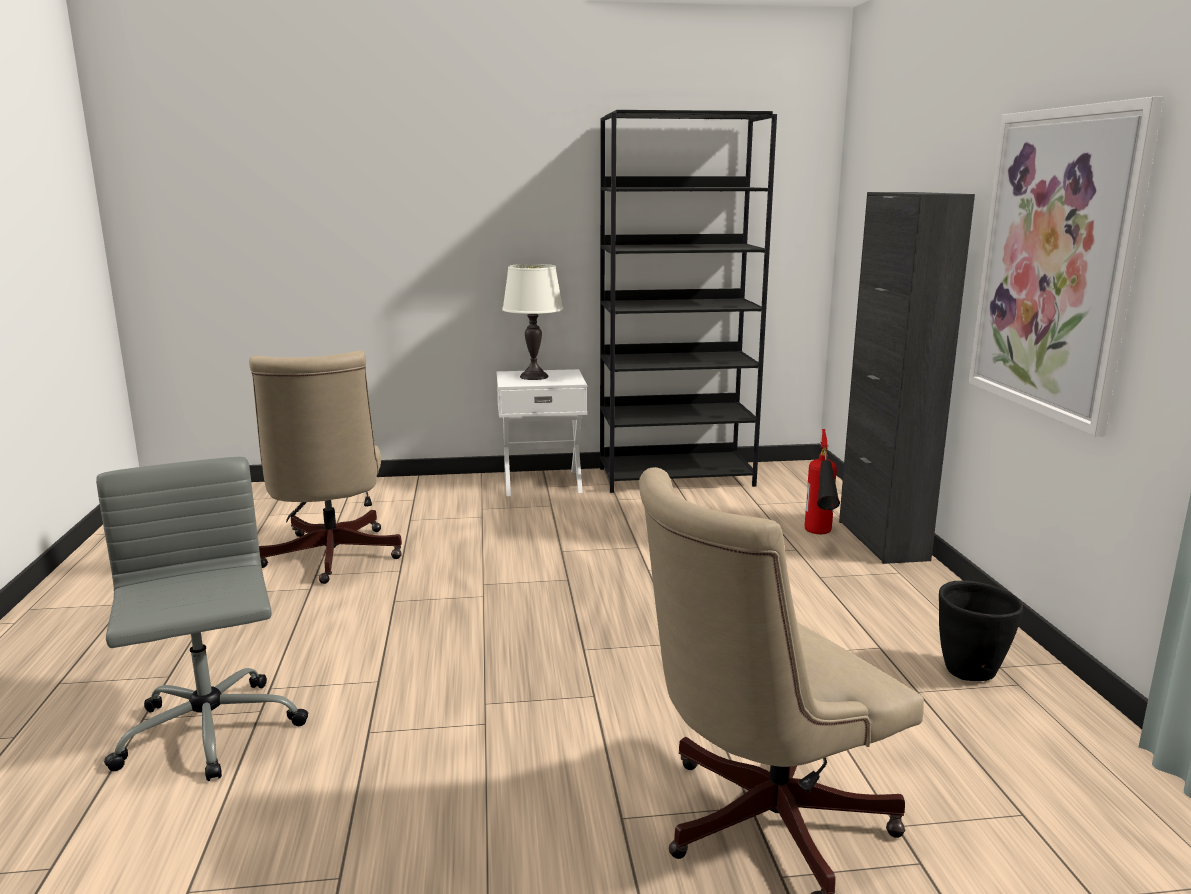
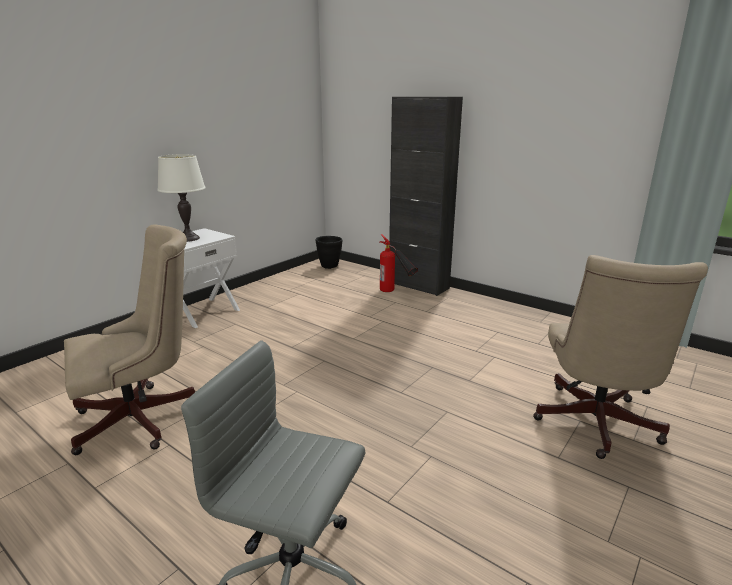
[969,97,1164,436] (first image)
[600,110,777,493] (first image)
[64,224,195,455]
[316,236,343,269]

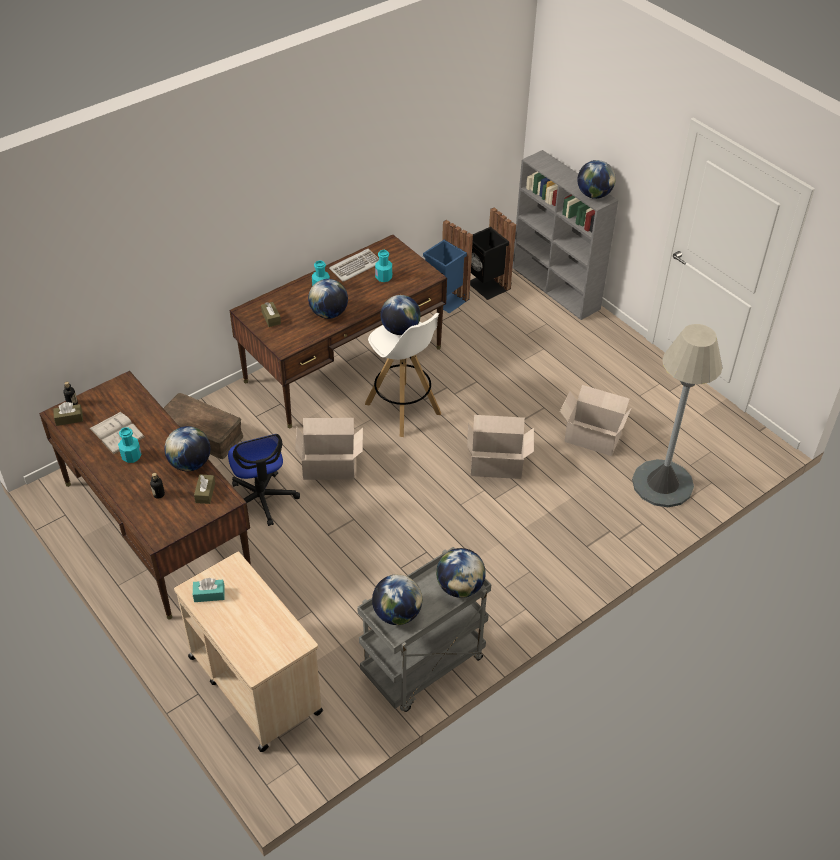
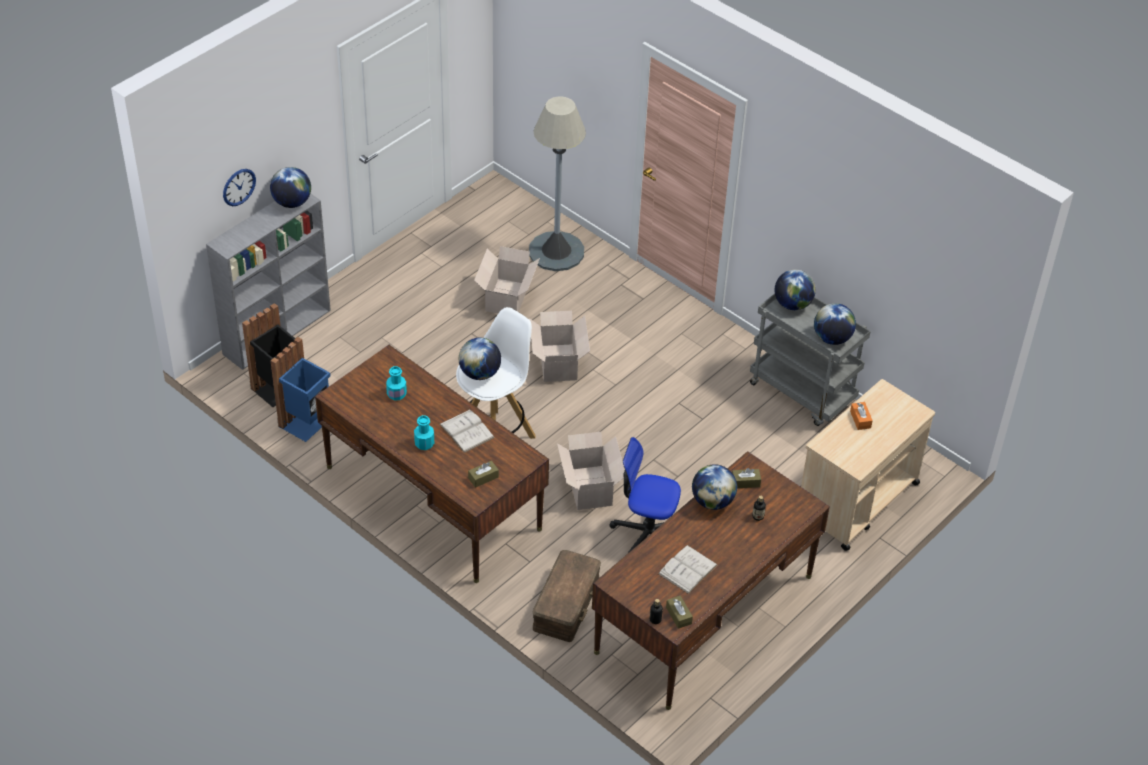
[329,249,379,282] (first image)
[439,409,495,453]
[118,427,142,463] (first image)
[609,437,681,553]
[193,578,225,602] (first image)
[223,169,256,206]
[850,402,873,430]

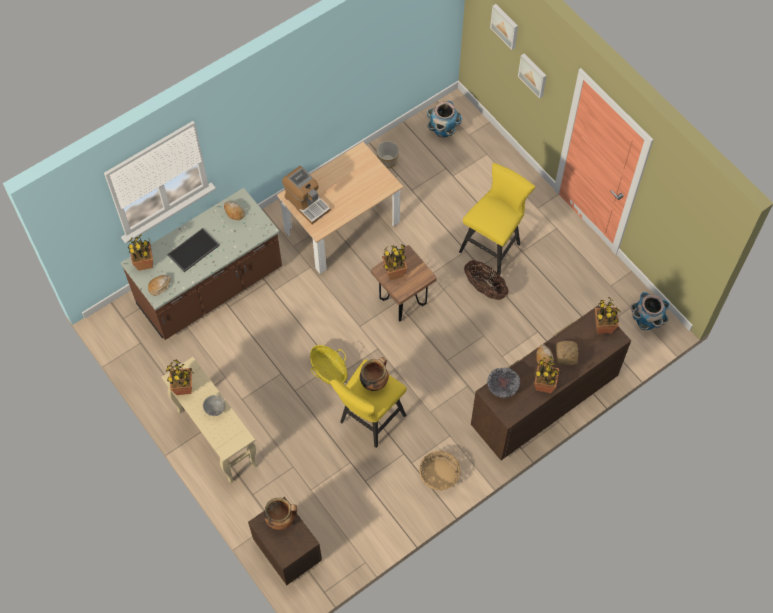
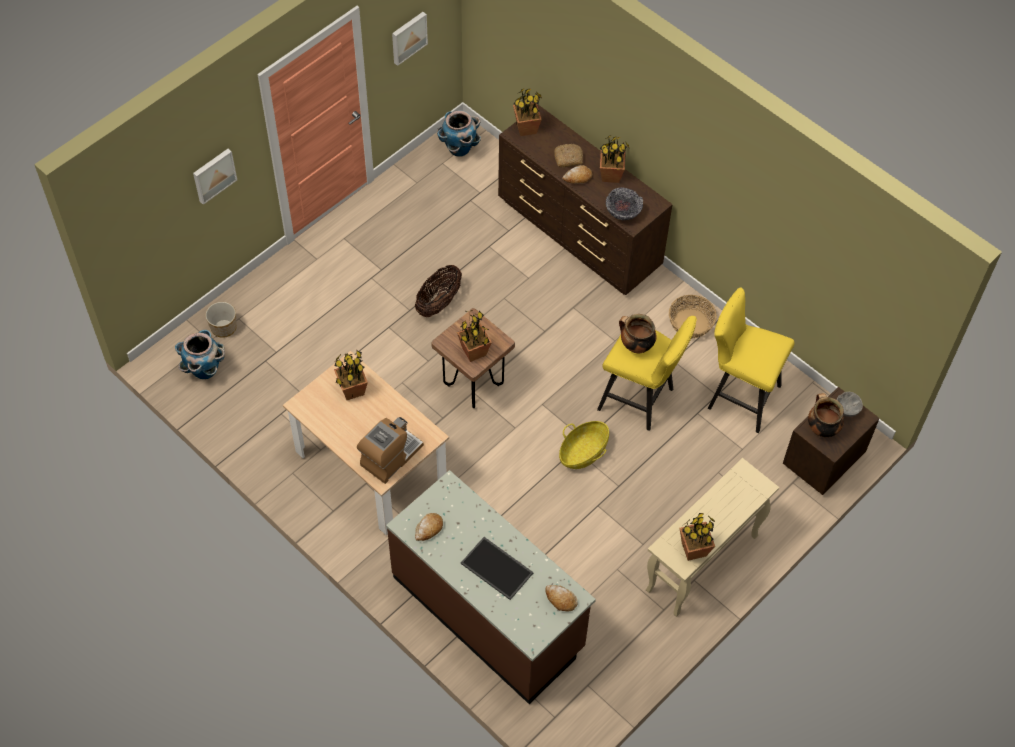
[392,12,428,66]
[205,302,237,338]
[708,287,795,433]
[334,350,368,400]
[836,392,863,417]

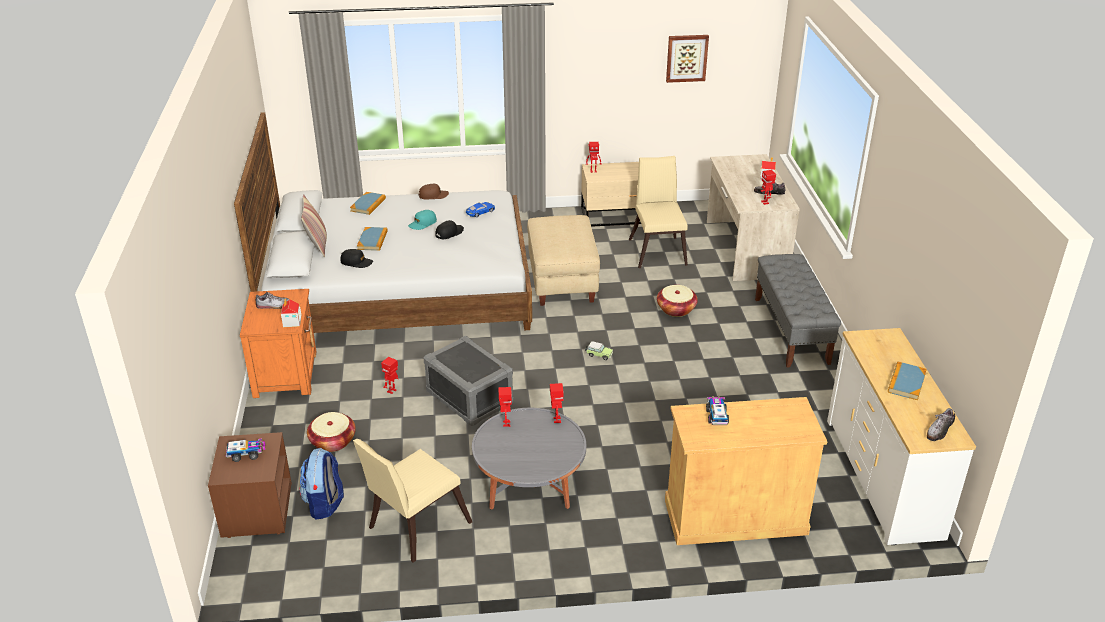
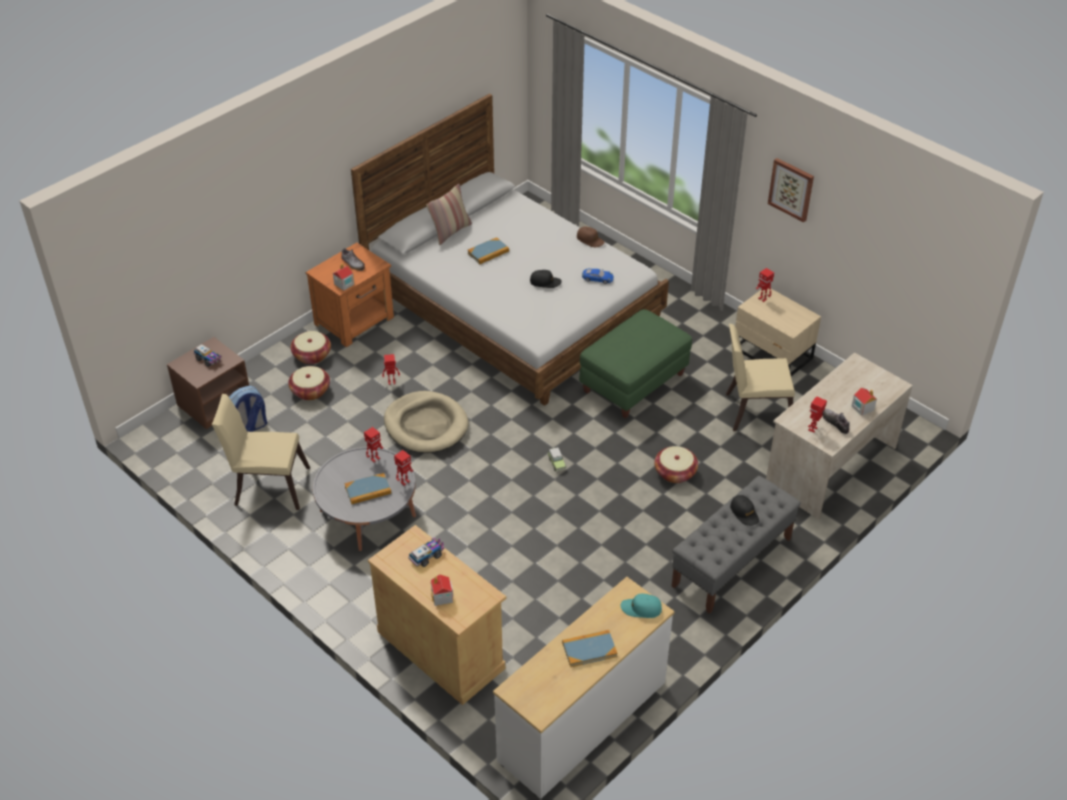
[768,158,814,222]
[726,324,795,431]
[344,473,391,504]
[621,594,662,618]
[579,309,692,419]
[730,495,759,526]
[384,391,469,453]
[927,408,955,441] (first image)
[291,331,331,364]
[431,574,453,606]

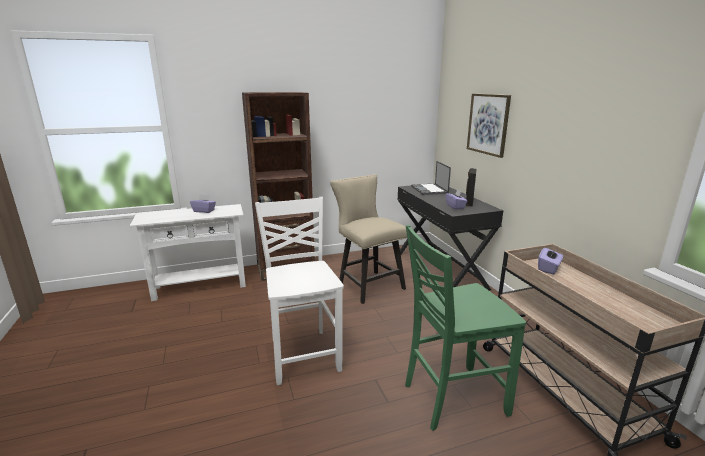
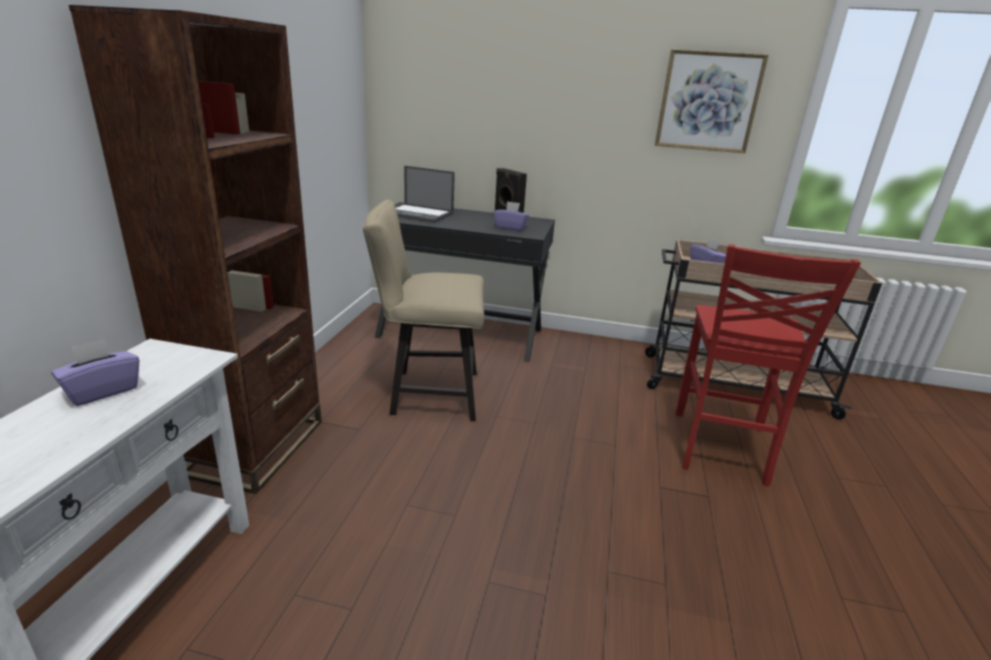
[655,49,769,153]
[255,197,344,385] (first image)
[676,244,861,486]

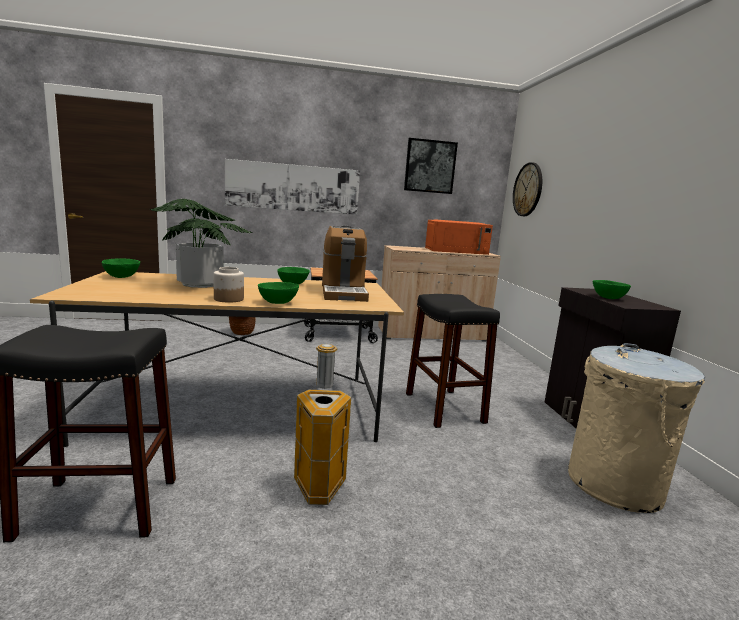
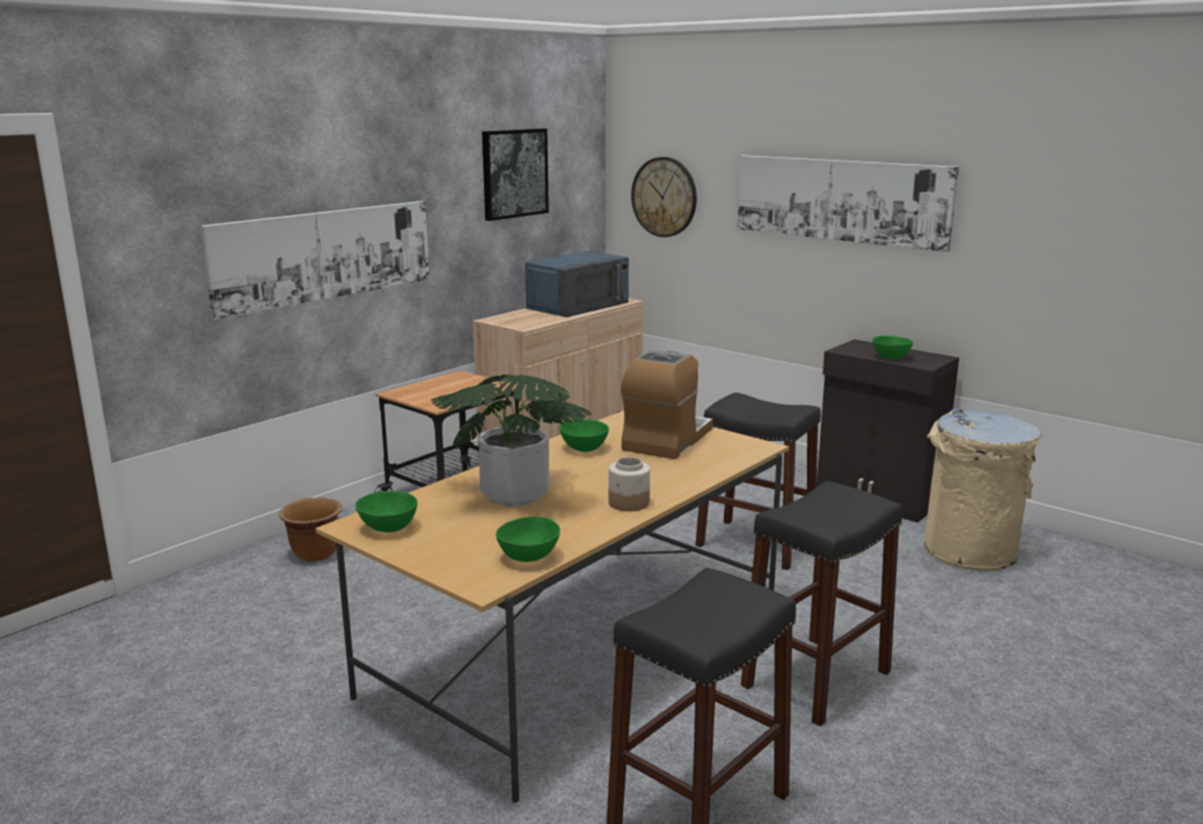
[525,251,629,317]
[621,350,713,459]
[496,517,560,562]
[741,481,902,726]
[737,155,959,252]

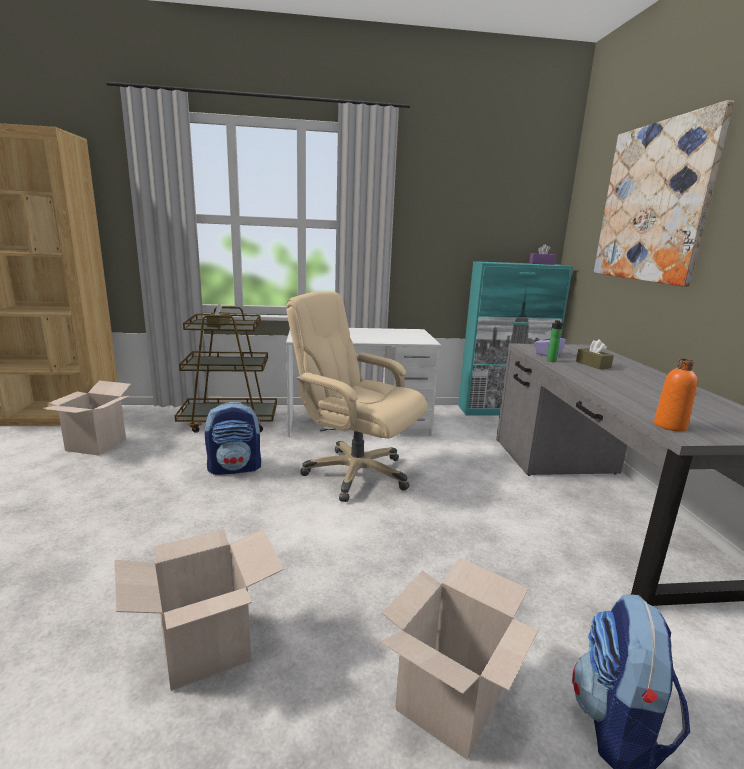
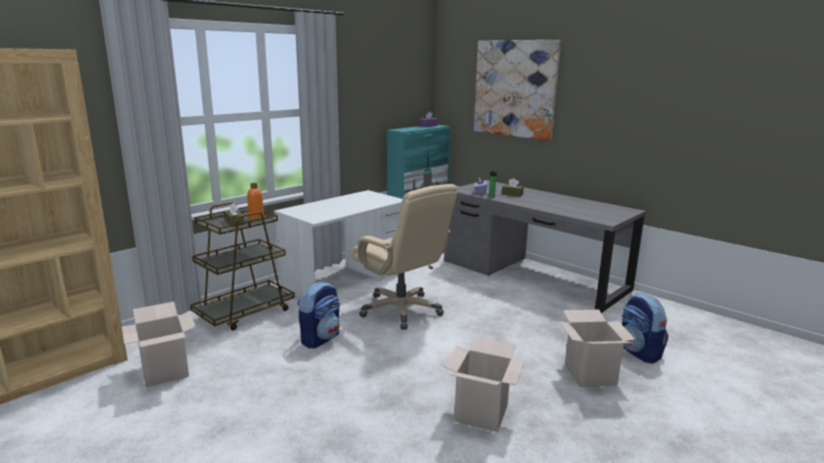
[351,184,457,330]
[247,183,264,220]

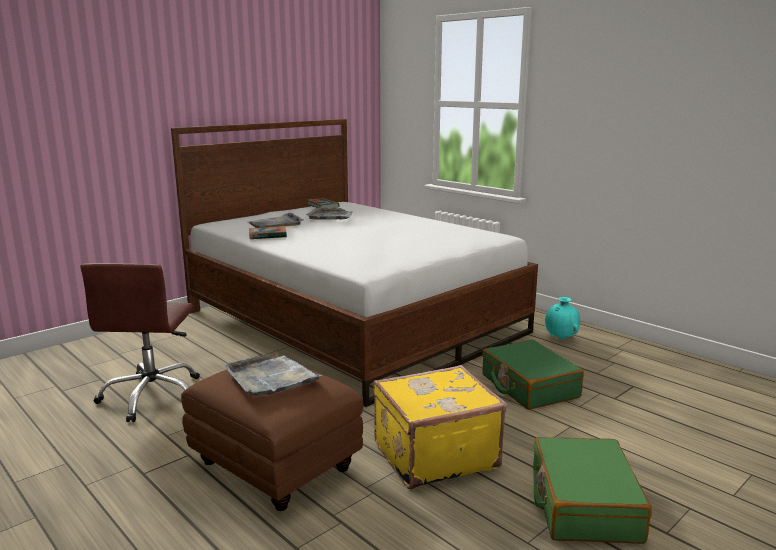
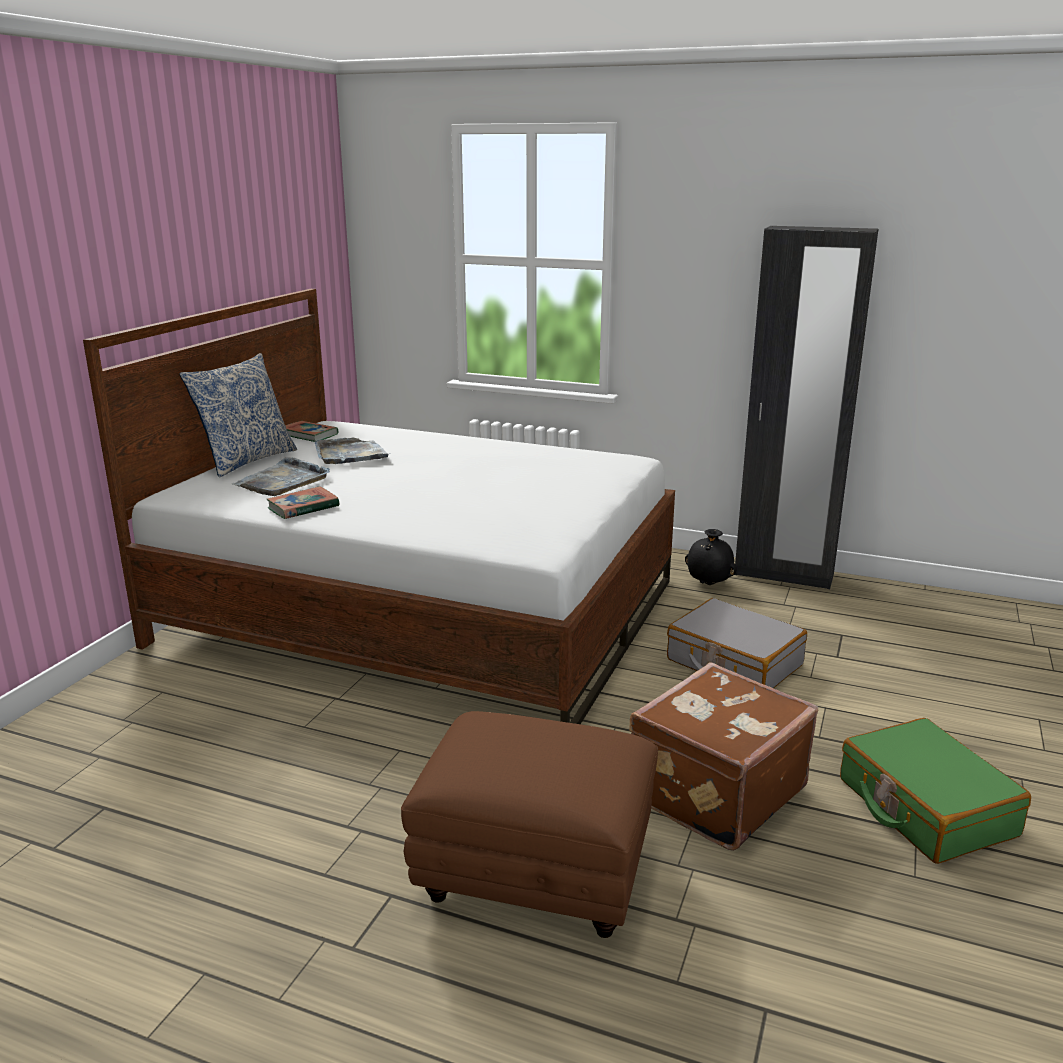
[80,263,200,422] (first image)
[685,529,737,585]
[667,598,807,688]
[225,355,322,397] (first image)
[629,662,818,851]
[735,226,878,589]
[180,353,297,477]

